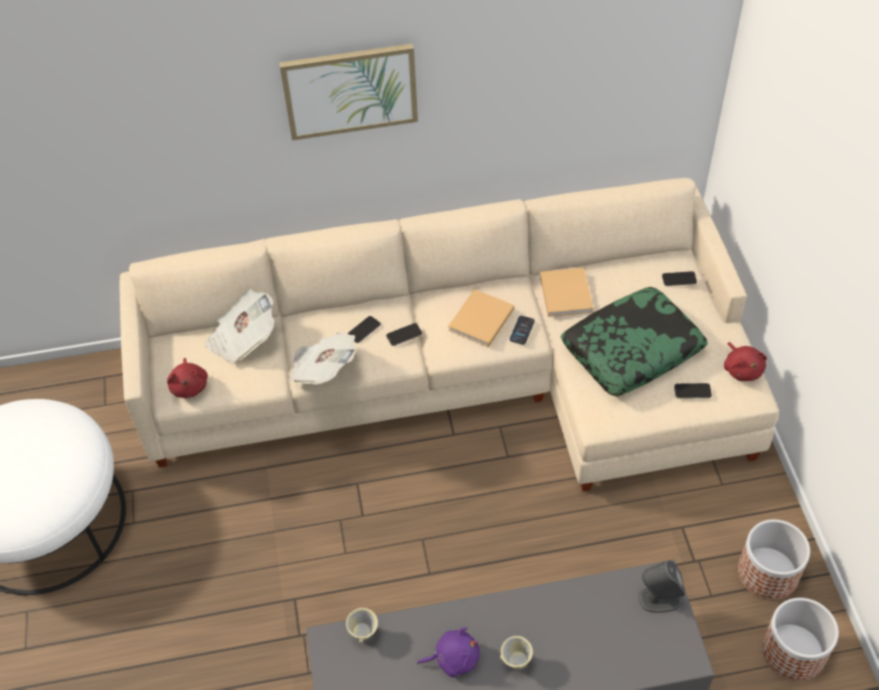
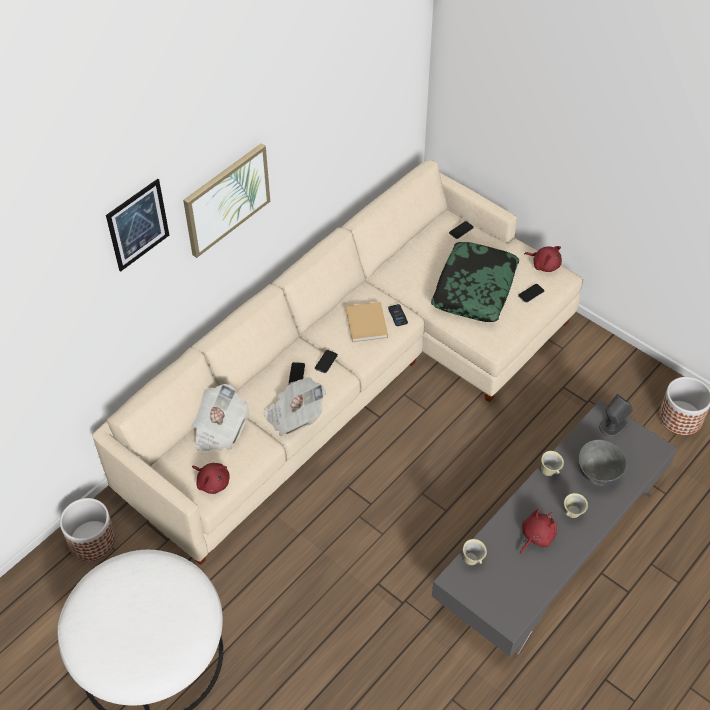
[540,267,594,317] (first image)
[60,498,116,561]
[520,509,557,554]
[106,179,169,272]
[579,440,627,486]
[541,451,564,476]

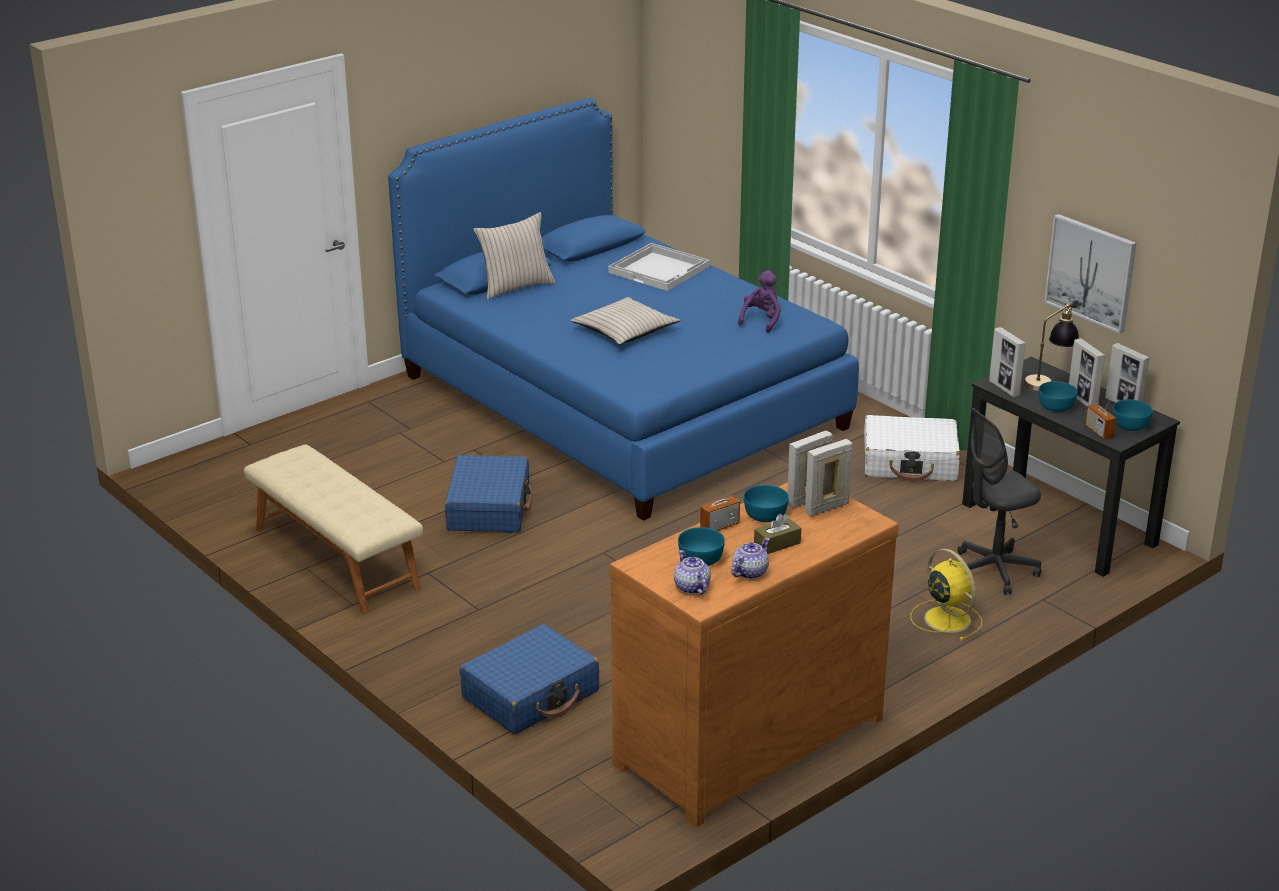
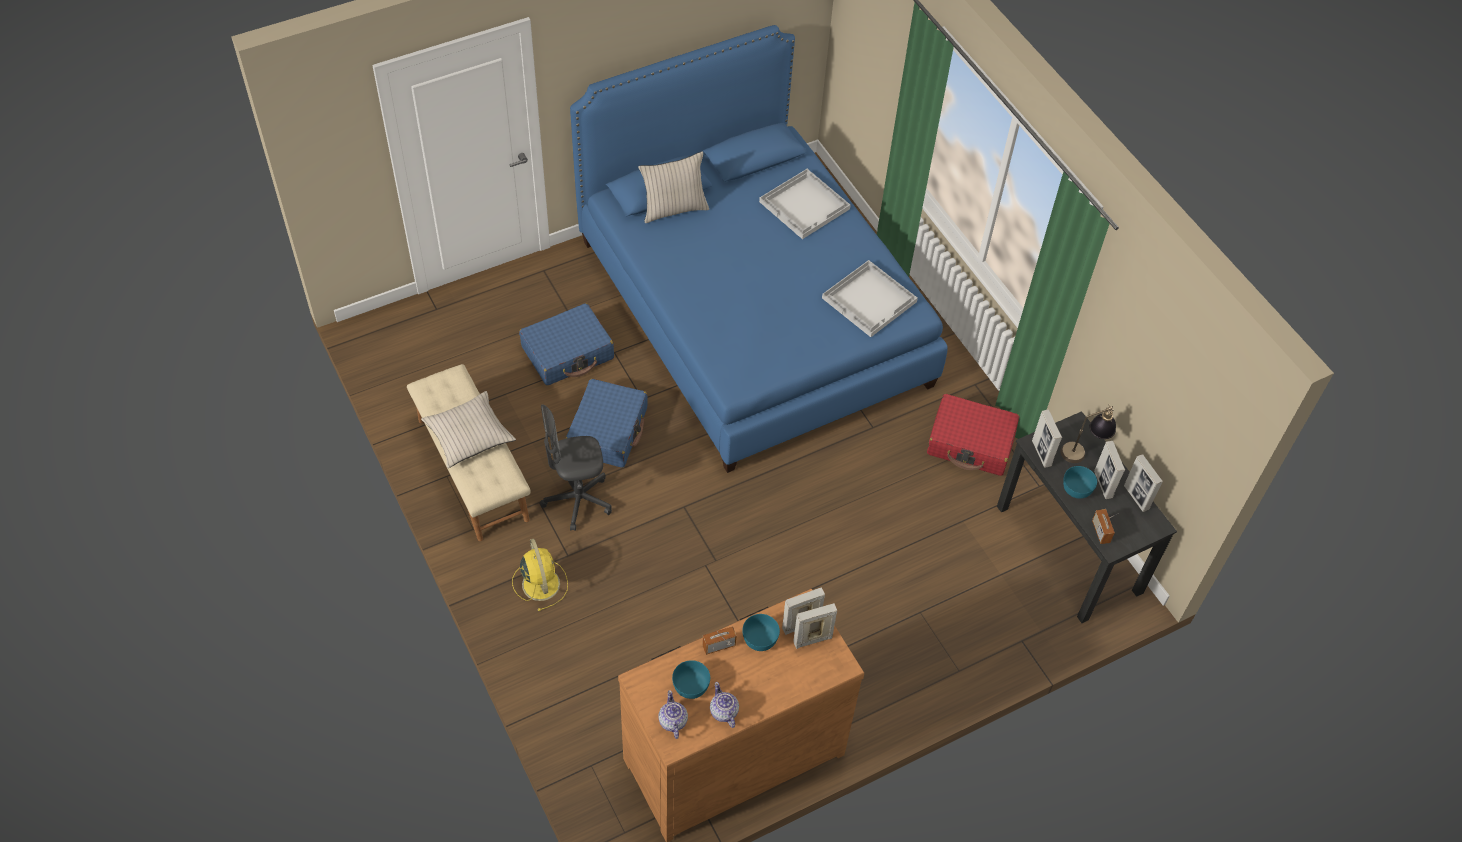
[1044,214,1136,333] (first image)
[822,260,918,337]
[421,391,516,468]
[1113,400,1153,431] (first image)
[540,404,612,531]
[927,394,1020,476]
[754,514,801,554] (first image)
[710,682,739,728]
[512,539,568,611]
[519,303,614,386]

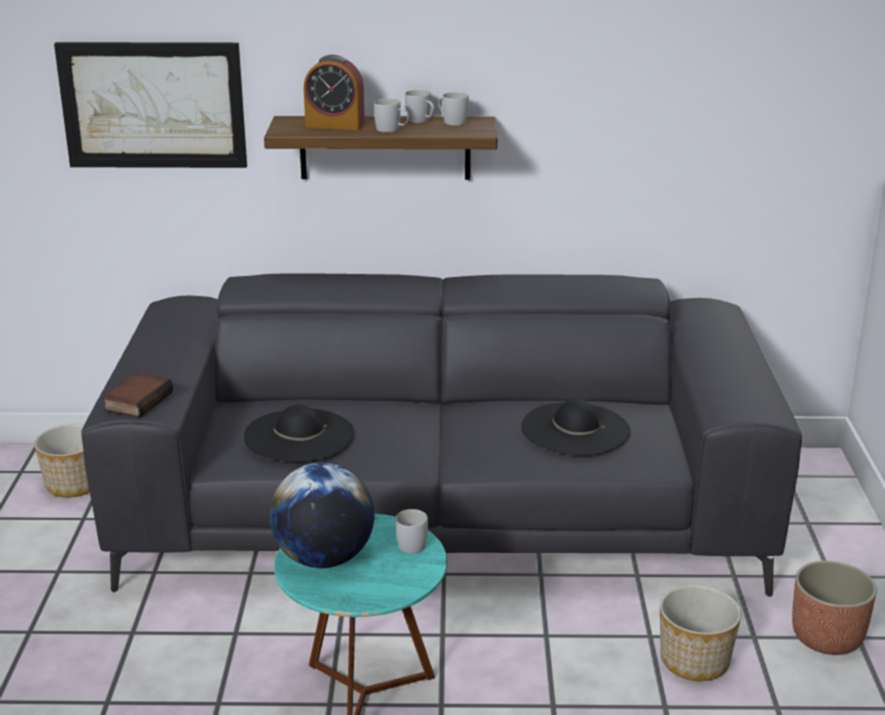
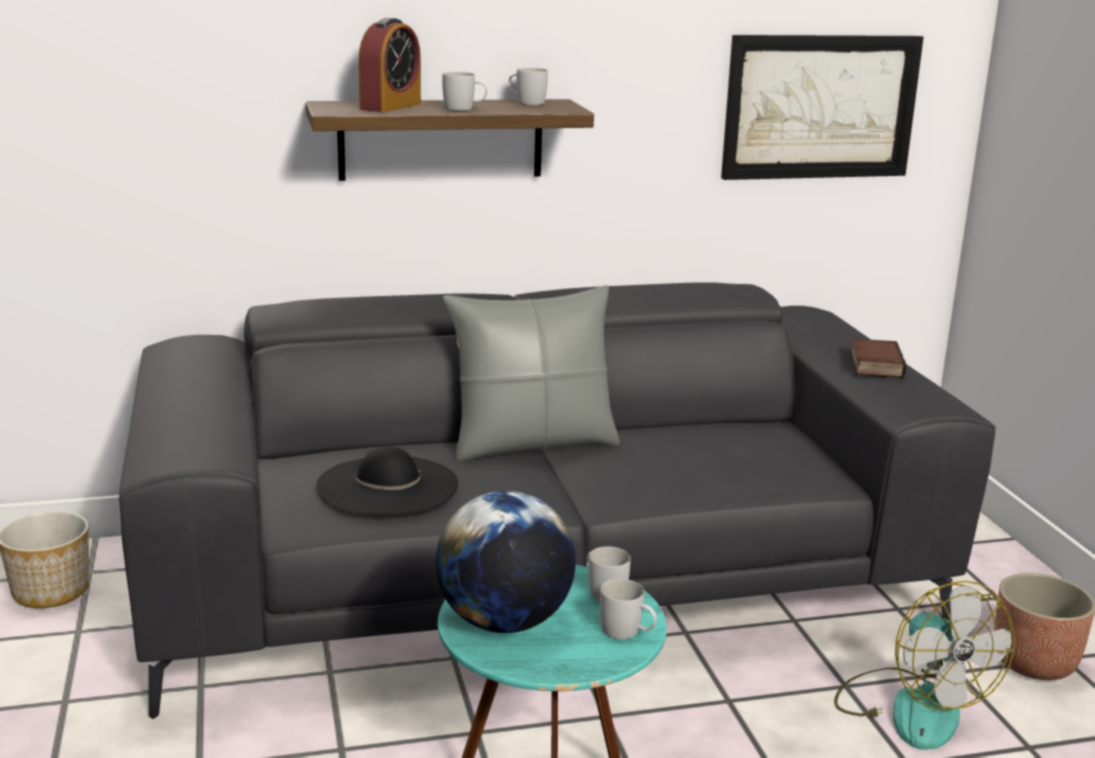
[721,35,924,180]
[359,18,421,112]
[600,579,657,640]
[850,338,907,378]
[521,399,630,456] (first image)
[834,581,1015,750]
[443,285,620,462]

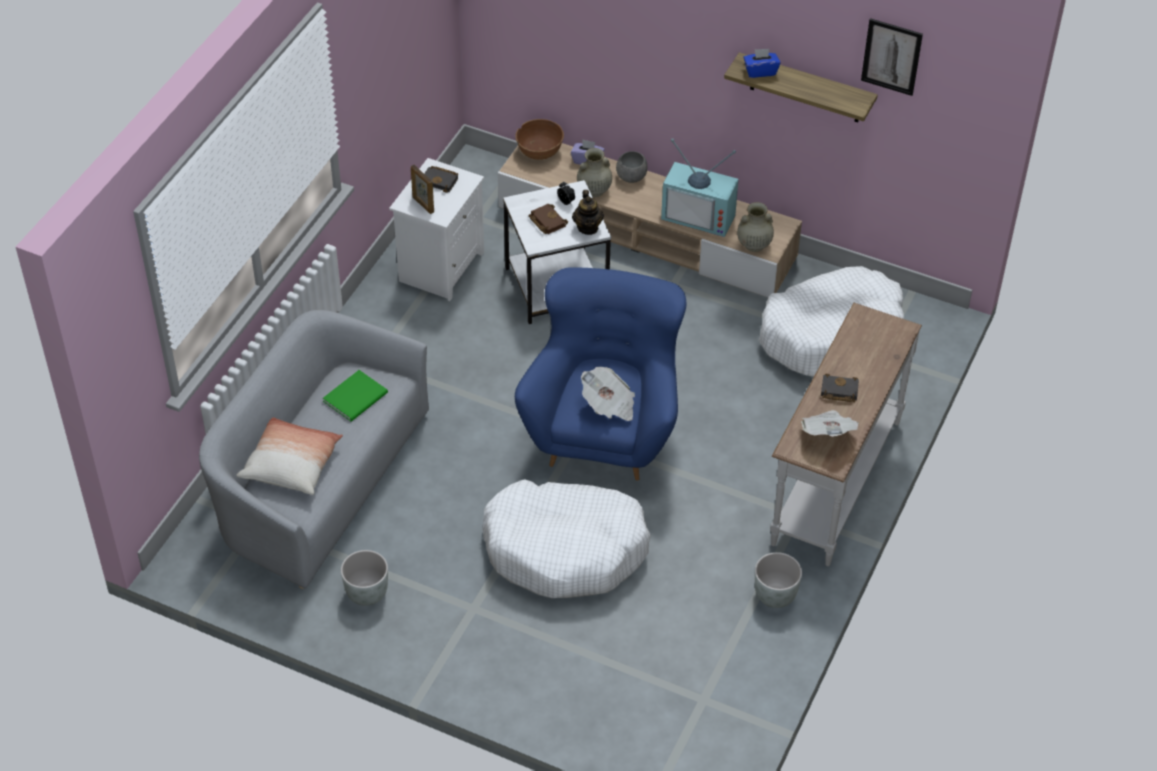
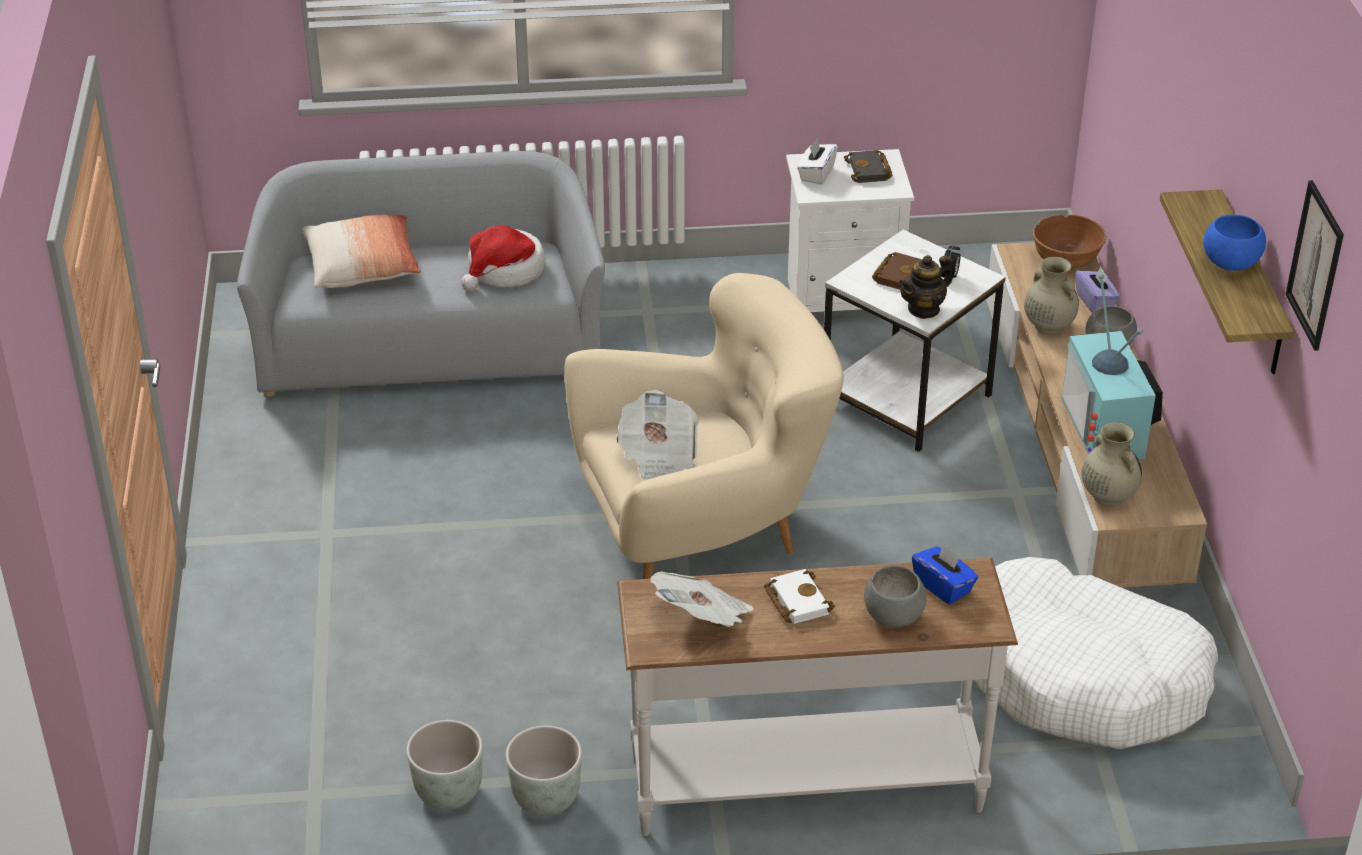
[912,543,978,604]
[797,138,838,185]
[564,273,844,579]
[461,225,546,291]
[764,569,835,624]
[482,479,651,598] (first image)
[407,720,483,810]
[1203,215,1266,271]
[864,565,926,628]

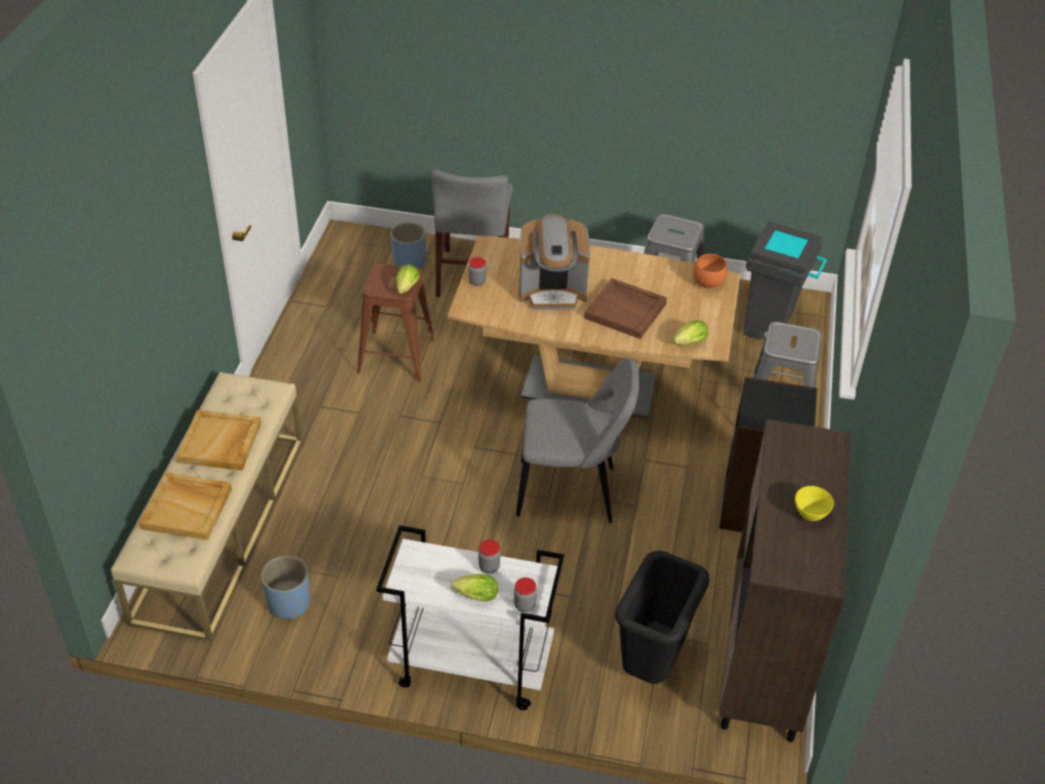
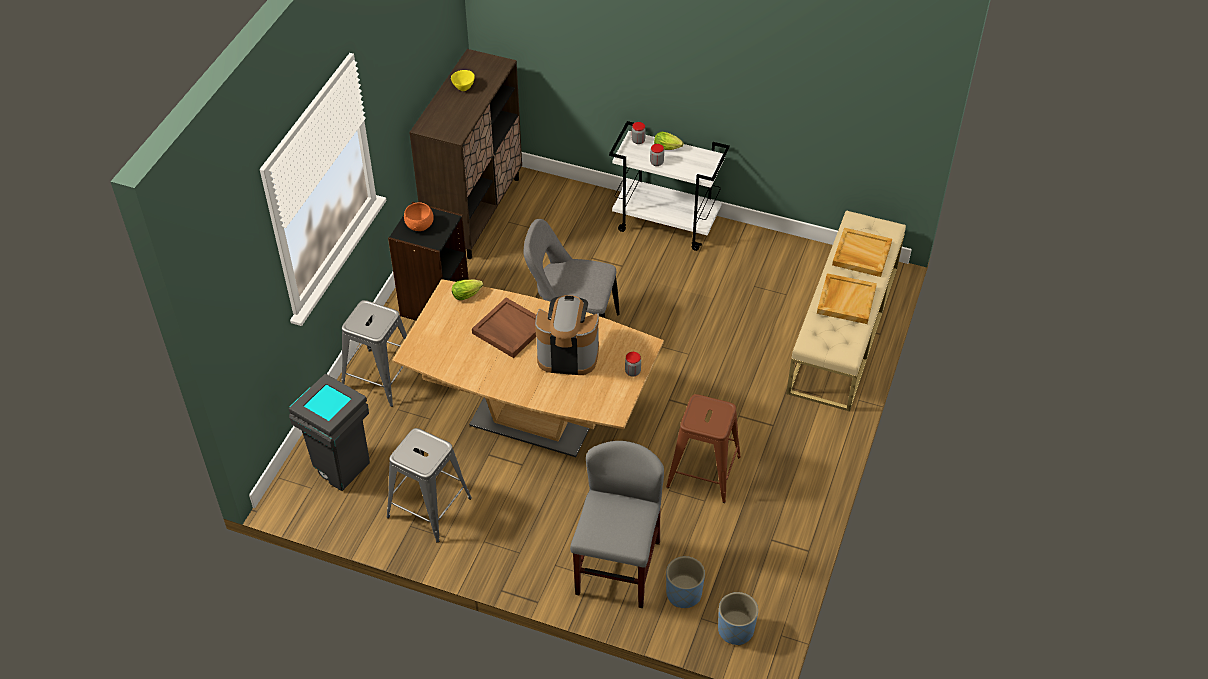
[404,202,434,231]
[396,264,420,294] (first image)
[615,551,710,684] (first image)
[718,592,758,645]

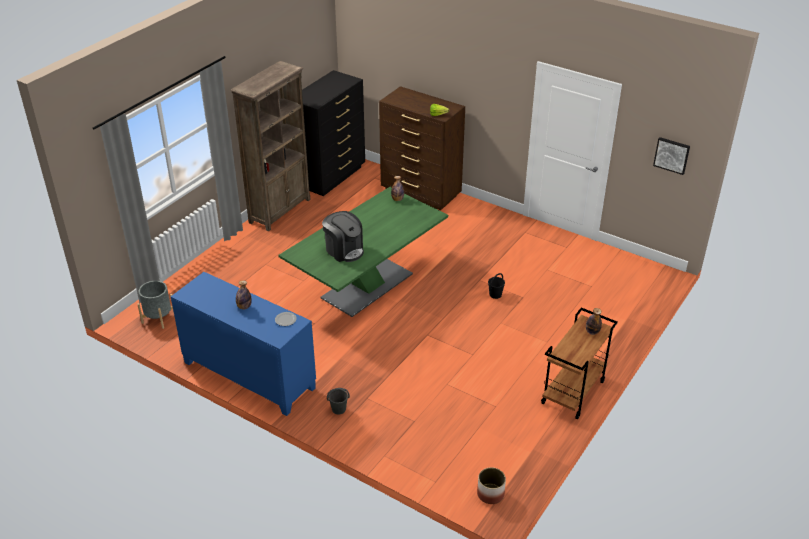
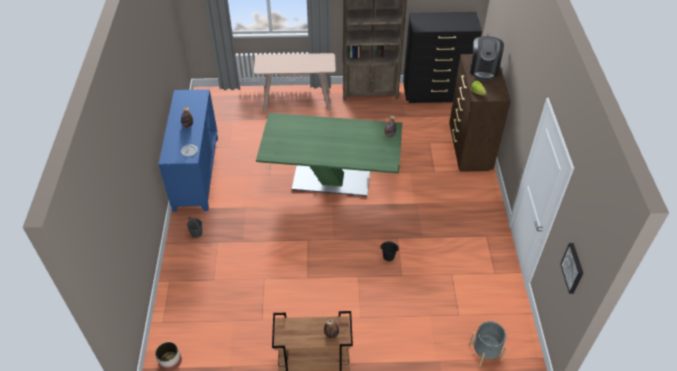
[470,36,504,80]
[469,321,507,367]
[254,53,336,112]

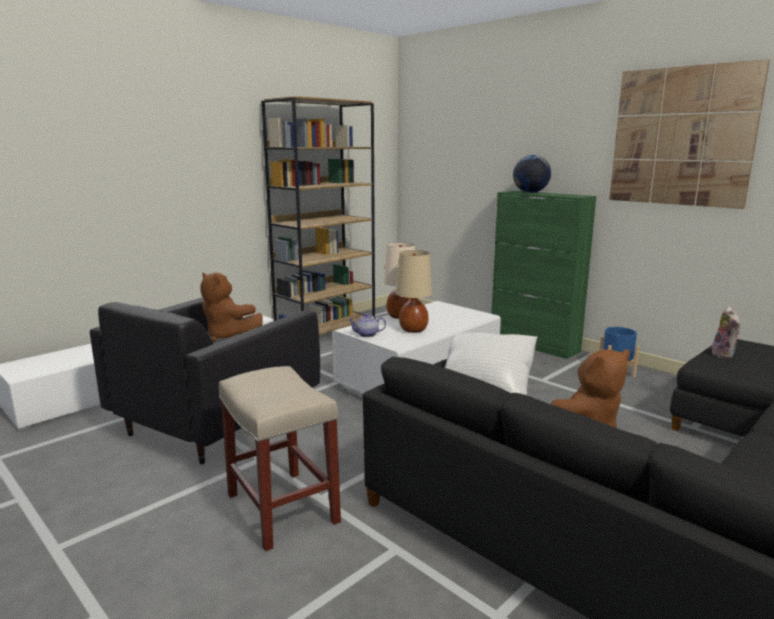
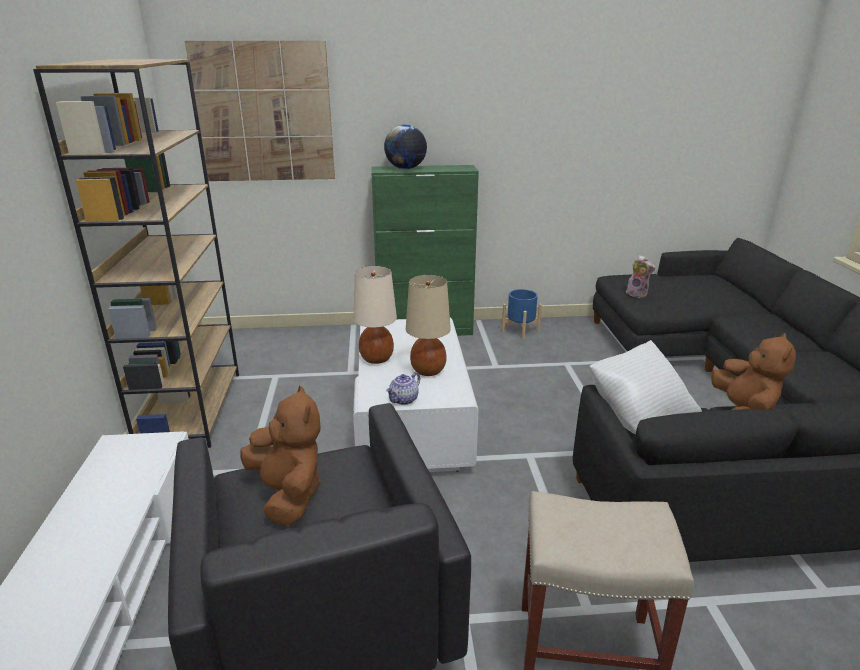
[185,41,335,181]
[240,385,321,525]

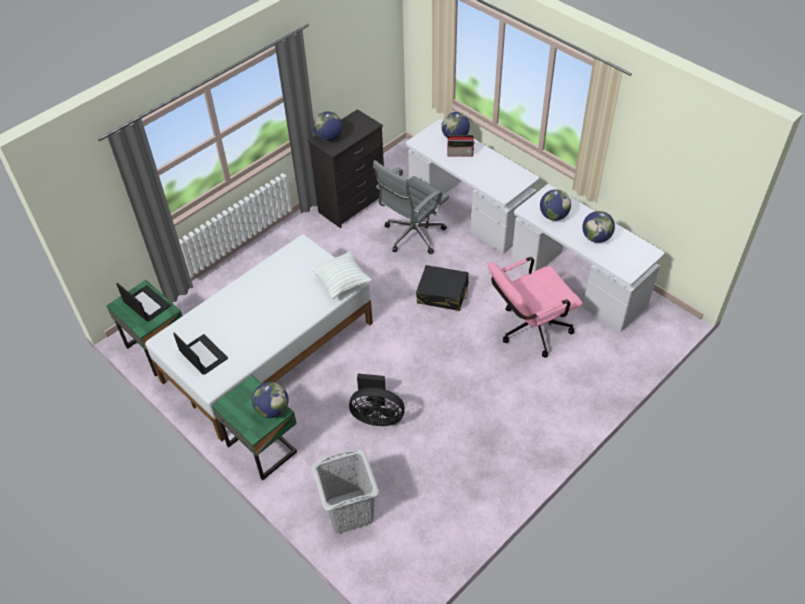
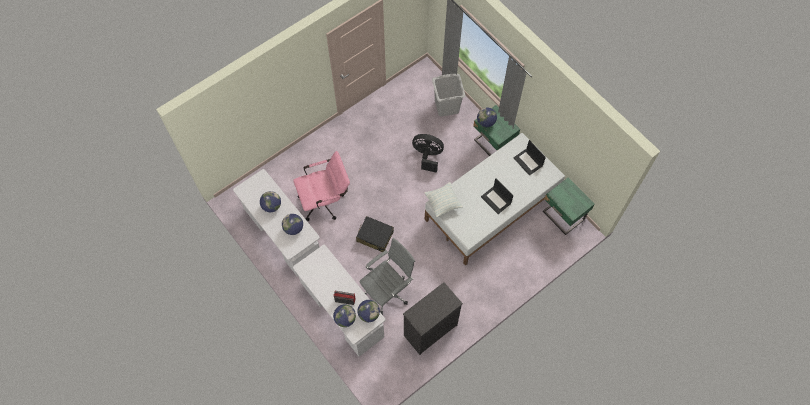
[357,300,380,322]
[481,179,514,214]

